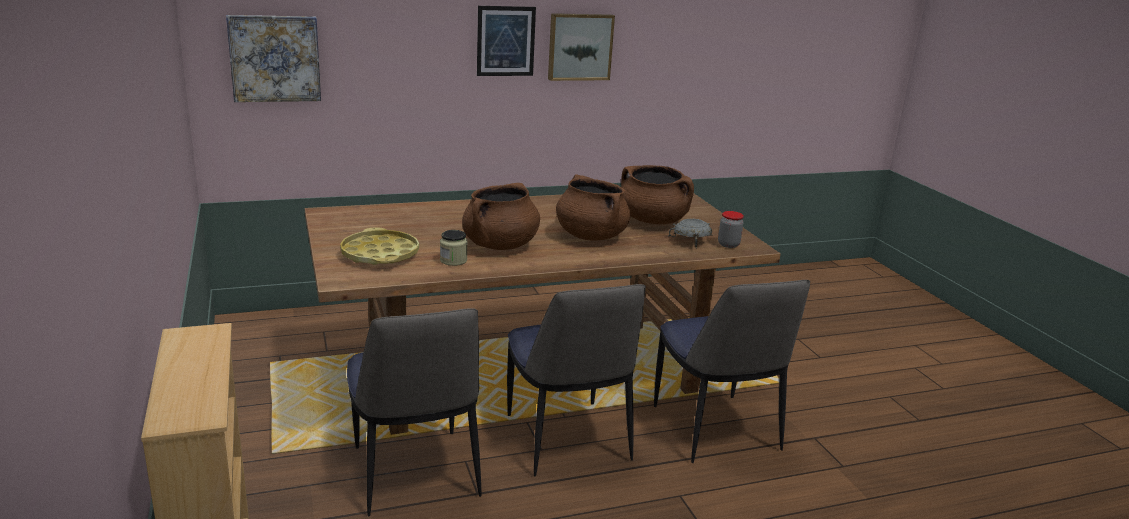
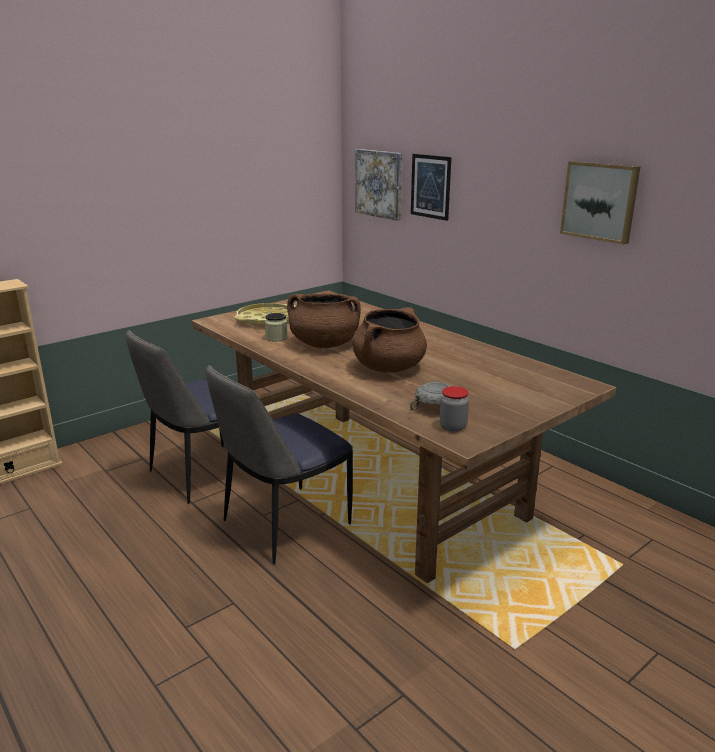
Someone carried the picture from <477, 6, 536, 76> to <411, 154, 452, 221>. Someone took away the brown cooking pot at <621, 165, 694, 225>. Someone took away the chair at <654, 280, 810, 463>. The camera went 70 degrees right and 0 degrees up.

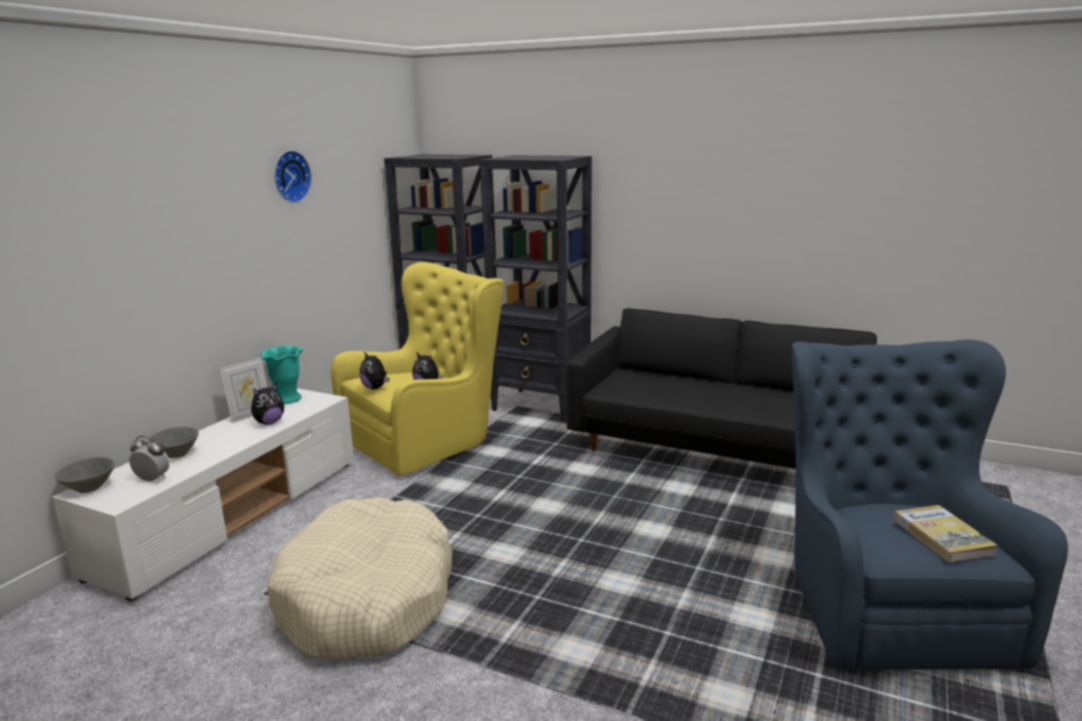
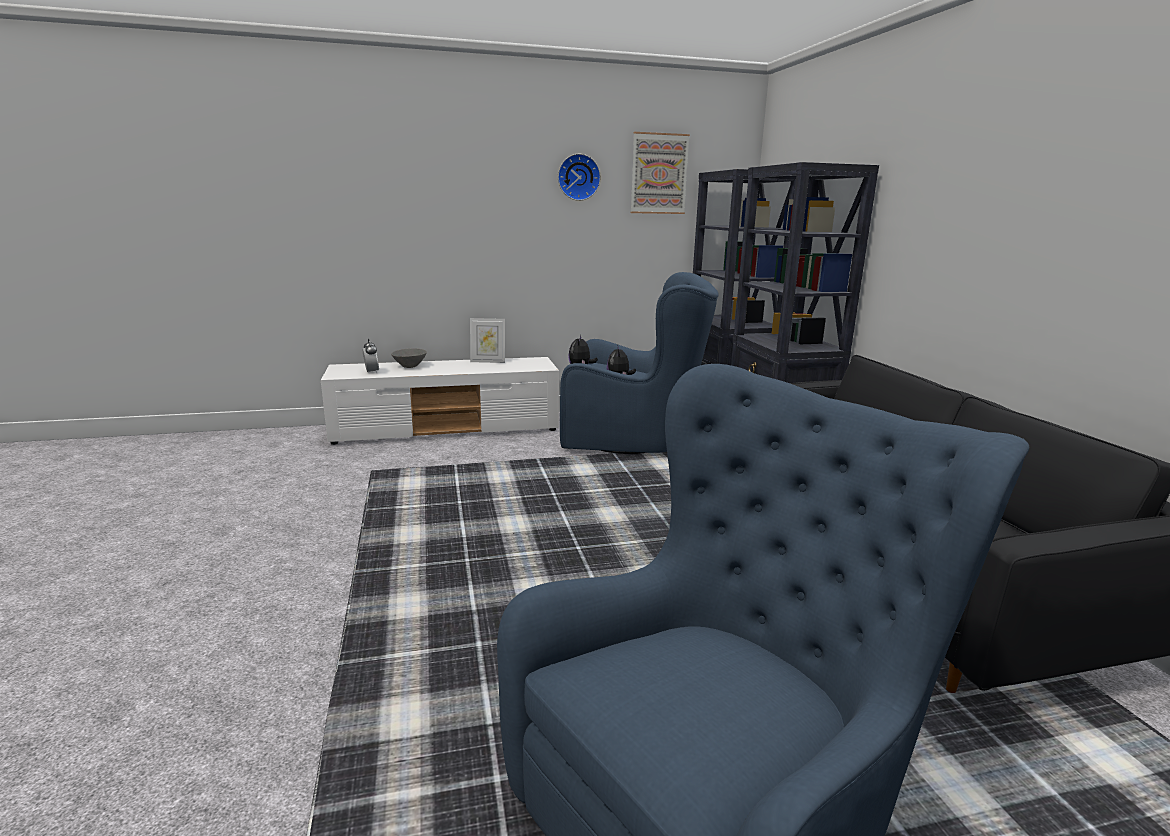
Someone took away the grey bowl at <55, 457, 115, 493>. Someone took away the plush toy at <251, 383, 284, 425>. Someone took away the turquoise vase at <261, 345, 303, 404>. Someone took away the beige dog bed at <267, 498, 452, 660>. Someone repainted the yellow armchair at <331, 262, 504, 476>, which became the blue armchair at <560, 272, 719, 454>. Someone took away the book at <894, 505, 998, 562>. Someone put up the picture at <630, 132, 690, 214>. The camera went 50 degrees right and 0 degrees up.

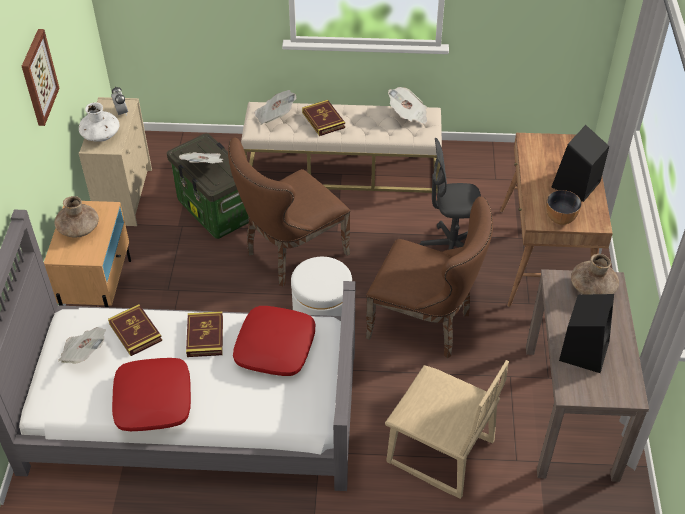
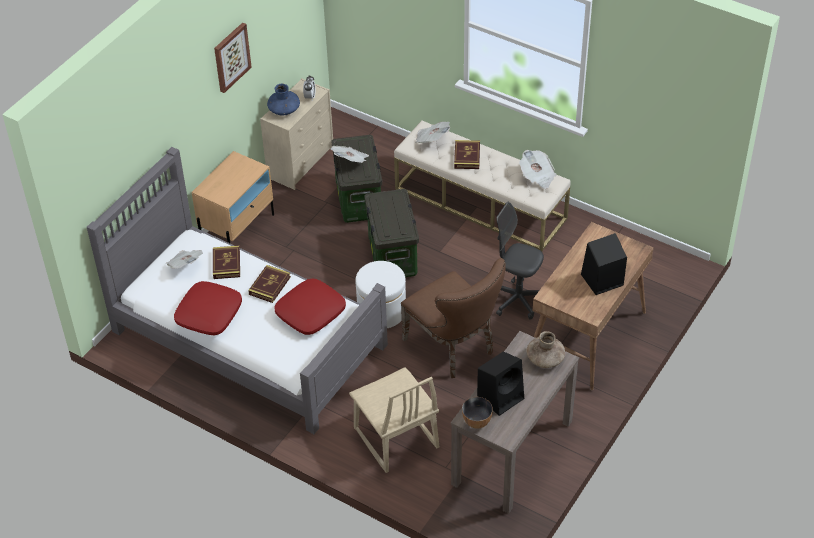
Someone took away the brown vase at <55, 196, 99, 237>. Someone repainted the white vase at <79, 102, 119, 142>, which became the blue vase at <267, 84, 300, 116>. Someone swapped the brown chair at <228, 137, 350, 287> for the storage box at <364, 189, 419, 277>. Someone carried the bowl from <547, 190, 582, 225> to <462, 397, 493, 429>. The camera went 30 degrees right and 0 degrees up.

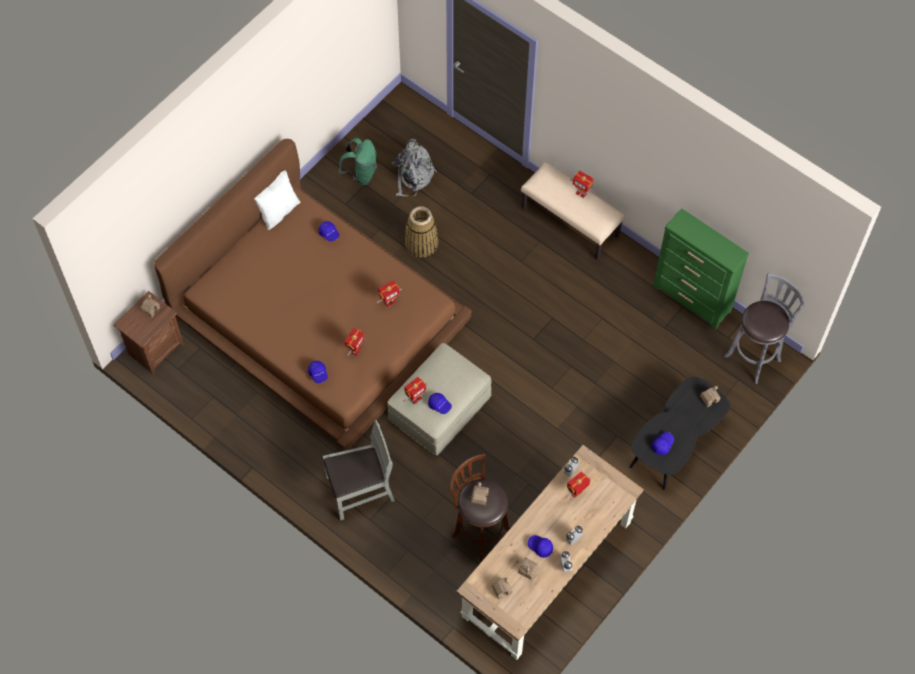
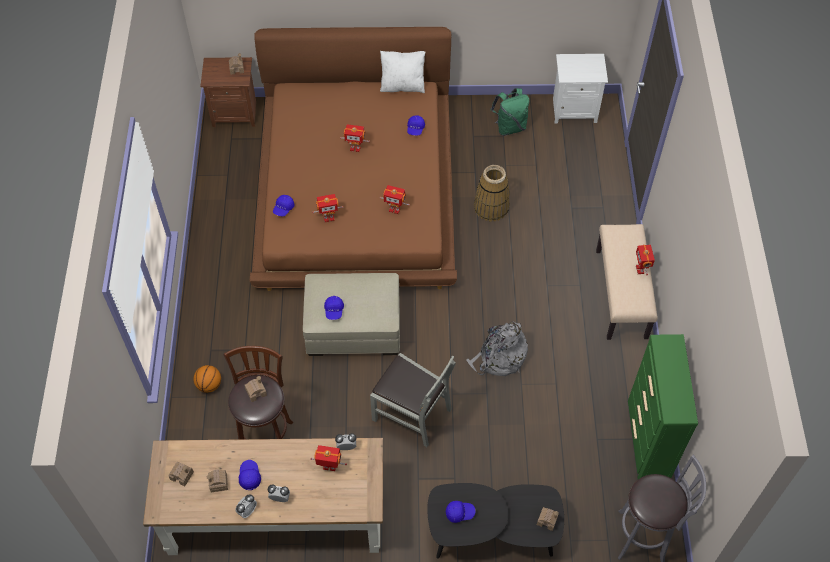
Someone carried the grey chair from <323, 420, 395, 521> to <370, 353, 456, 447>. Someone carried the grey backpack from <392, 139, 437, 196> to <466, 321, 528, 376>. Someone carried the toy robot from <403, 377, 427, 404> to <340, 124, 370, 152>. Someone put down the basketball at <193, 365, 221, 393>. Someone put down the white nightstand at <553, 54, 608, 123>. The camera went 50 degrees right and 5 degrees down.

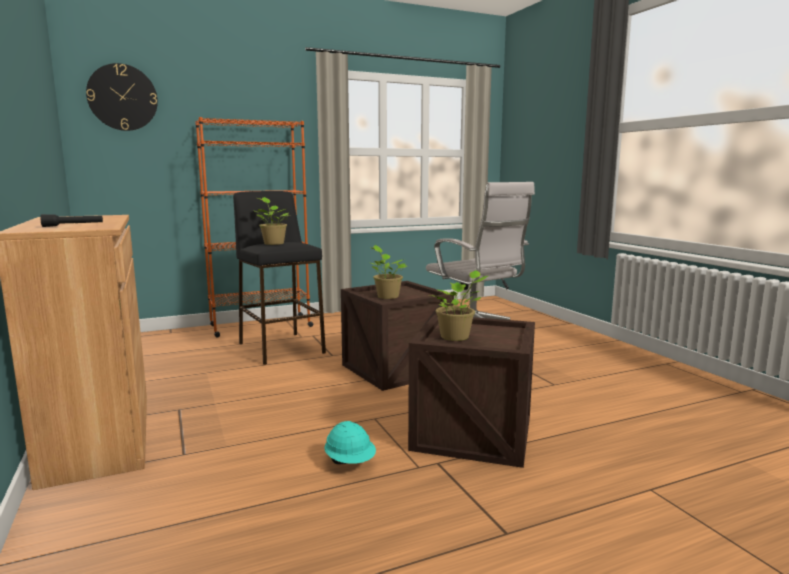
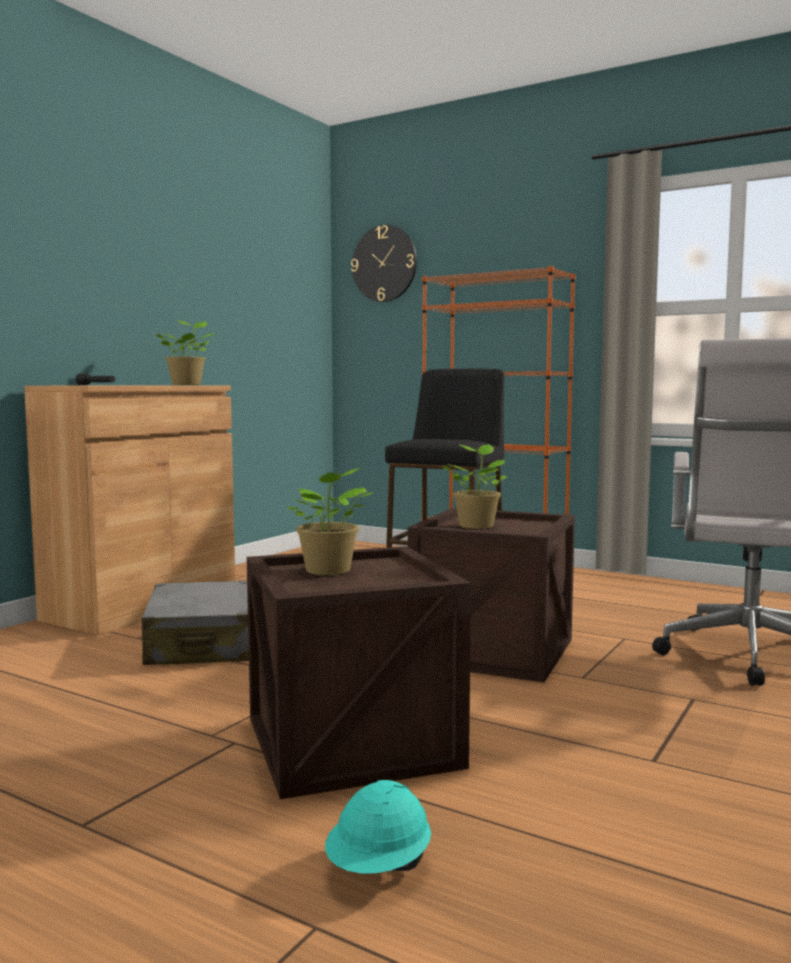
Someone carried the potted plant from <255, 197, 290, 245> to <156, 320, 214, 385>. Someone carried the turquoise hard hat from <324, 421, 376, 464> to <325, 780, 431, 873>. Someone put down the grey suitcase at <142, 581, 249, 665>. The camera went 55 degrees right and 5 degrees down.

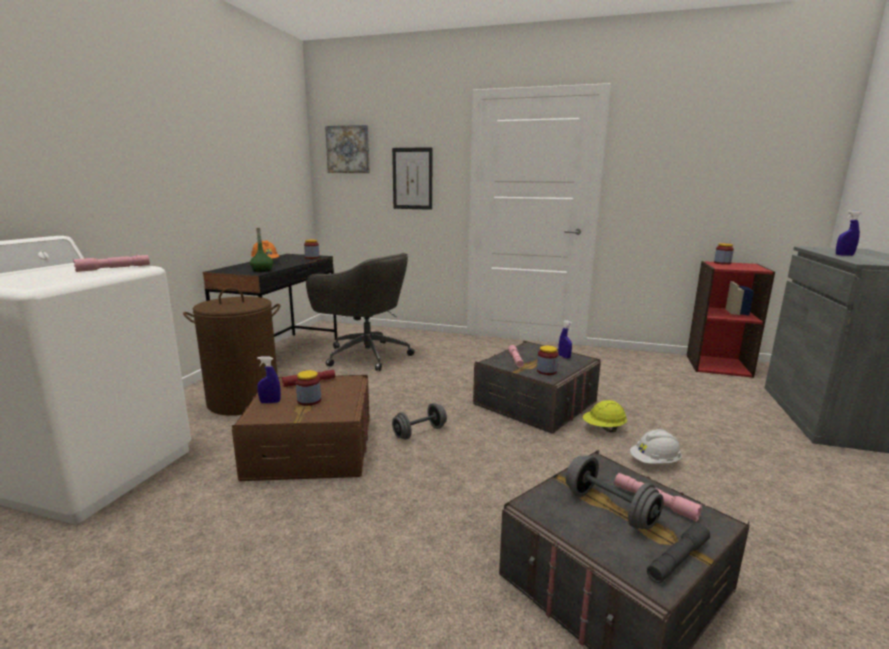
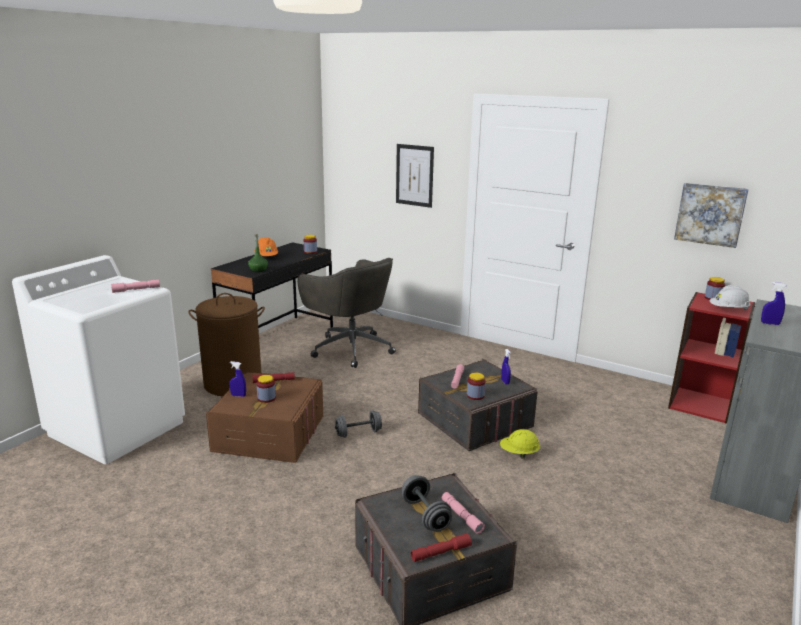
Someone carried the picture from <325, 125, 370, 173> to <674, 183, 749, 248>. Someone carried the white hard hat from <630, 429, 682, 464> to <710, 285, 750, 310>. Someone repainted the grey flashlight at <647, 522, 710, 583>, which became the red flashlight at <411, 533, 472, 562>. The camera went 15 degrees right and 5 degrees up.

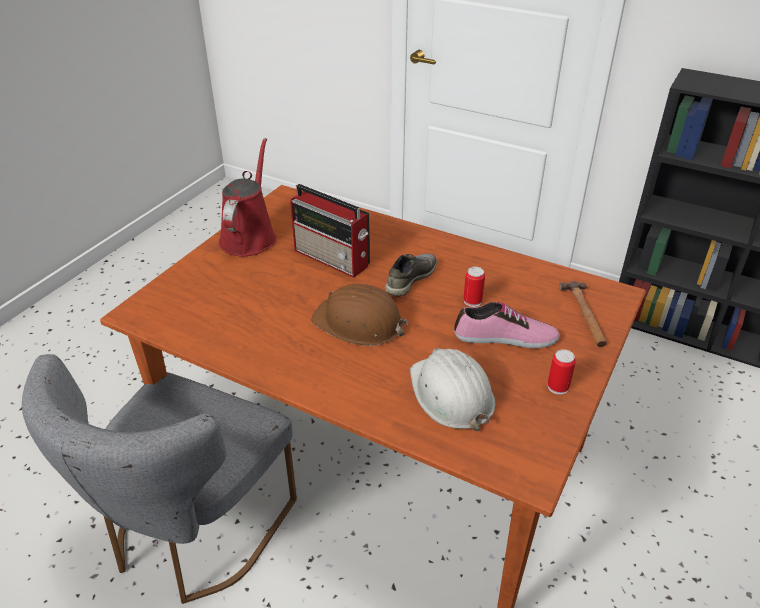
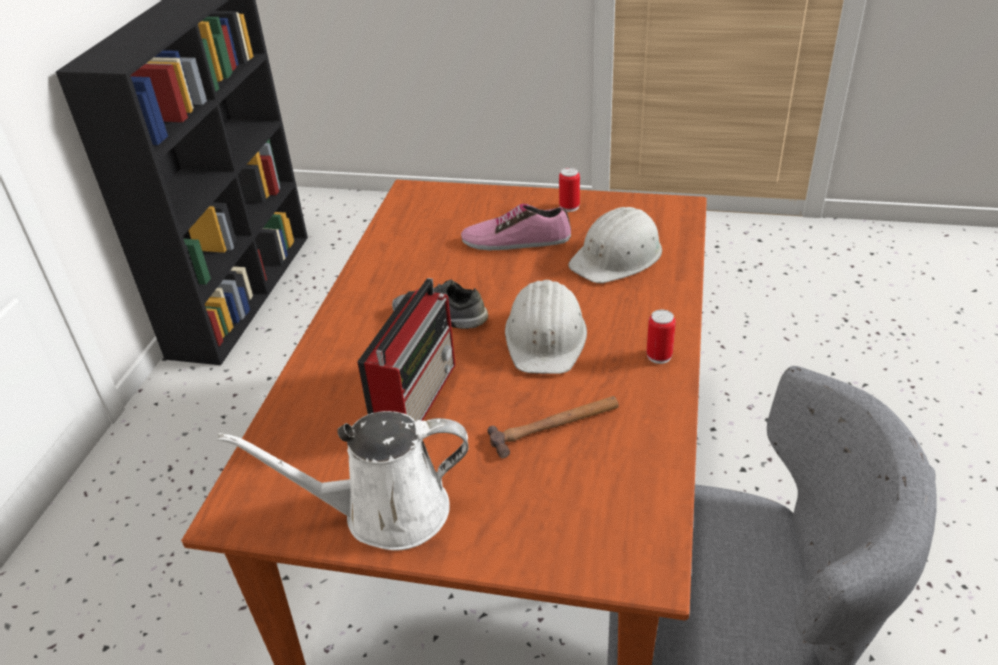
Someone repainted the red watering can at <219, 138, 277, 256>, which became the white watering can at <217, 411, 468, 550>. Someone repainted the brown hard hat at <311, 284, 409, 346>, which became the white hard hat at <505, 280, 587, 374>. Someone rotated the shoe at <454, 302, 560, 348> by 75 degrees counterclockwise. Someone carried the can from <463, 267, 485, 307> to <647, 309, 676, 364>. Someone carried the hammer from <559, 281, 607, 347> to <487, 396, 619, 458>. The camera went 105 degrees left and 0 degrees up.

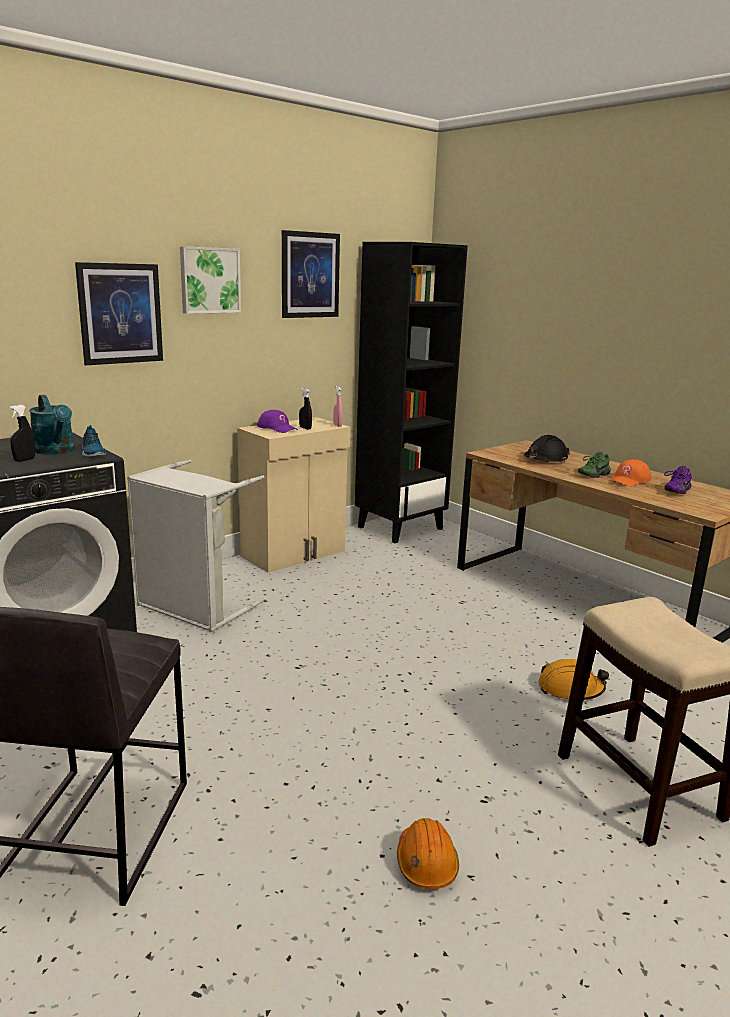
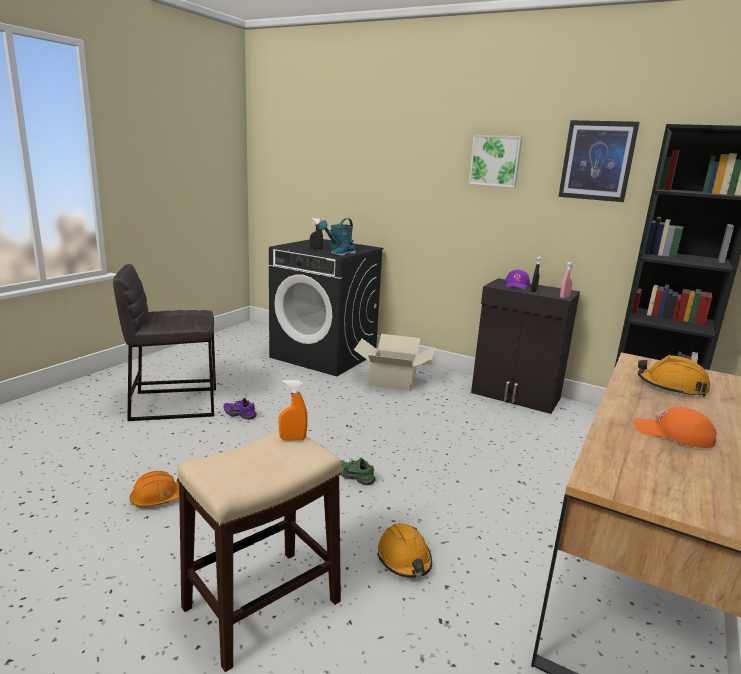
Someone took away the picture at <75, 262, 163, 365>. Someone swapped the grey laundry basket at <127, 460, 266, 632> for the cardboard box at <354, 334, 435, 391>. Someone repainted the beige cabinet at <237, 417, 351, 573>, which became the black cabinet at <471, 278, 580, 414>. Someone repainted the black hard hat at <524, 435, 570, 462>, which became the orange hard hat at <638, 355, 710, 396>. Someone carried the green shoe from <578, 452, 611, 478> to <340, 457, 376, 485>. Someone carried the purple shoe from <664, 466, 692, 494> to <223, 398, 257, 420>. Someone put down the orange spray bottle at <279, 380, 308, 440>. The camera went 70 degrees right and 0 degrees up.

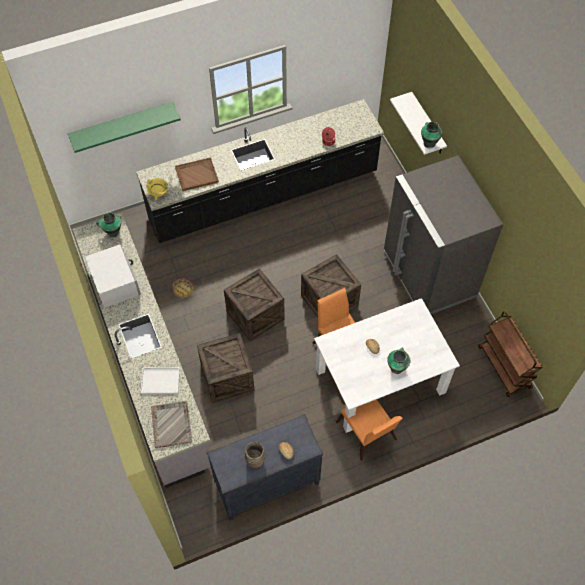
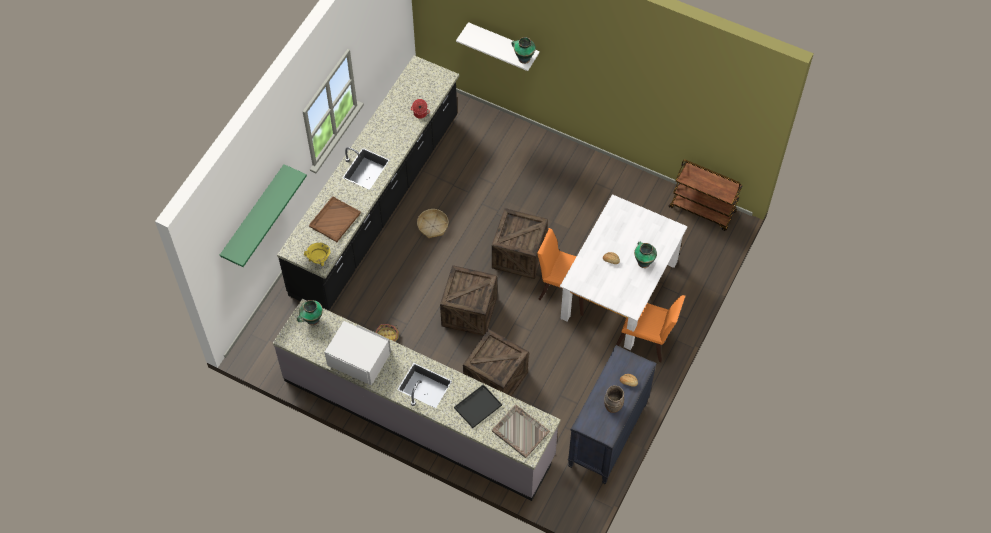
Someone repainted the white tray at <141, 367, 180, 394>, which became the black tray at <454, 384, 502, 428>. Someone took away the grey fridge at <384, 155, 503, 314>. Someone put down the basket at <417, 209, 448, 238>. The camera went 40 degrees left and 0 degrees up.

